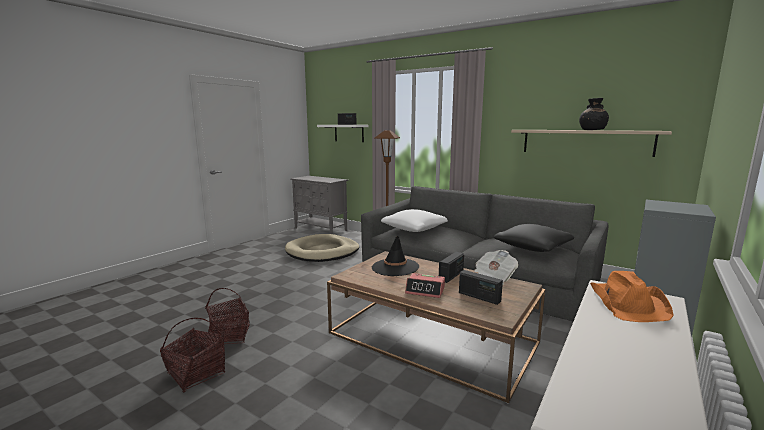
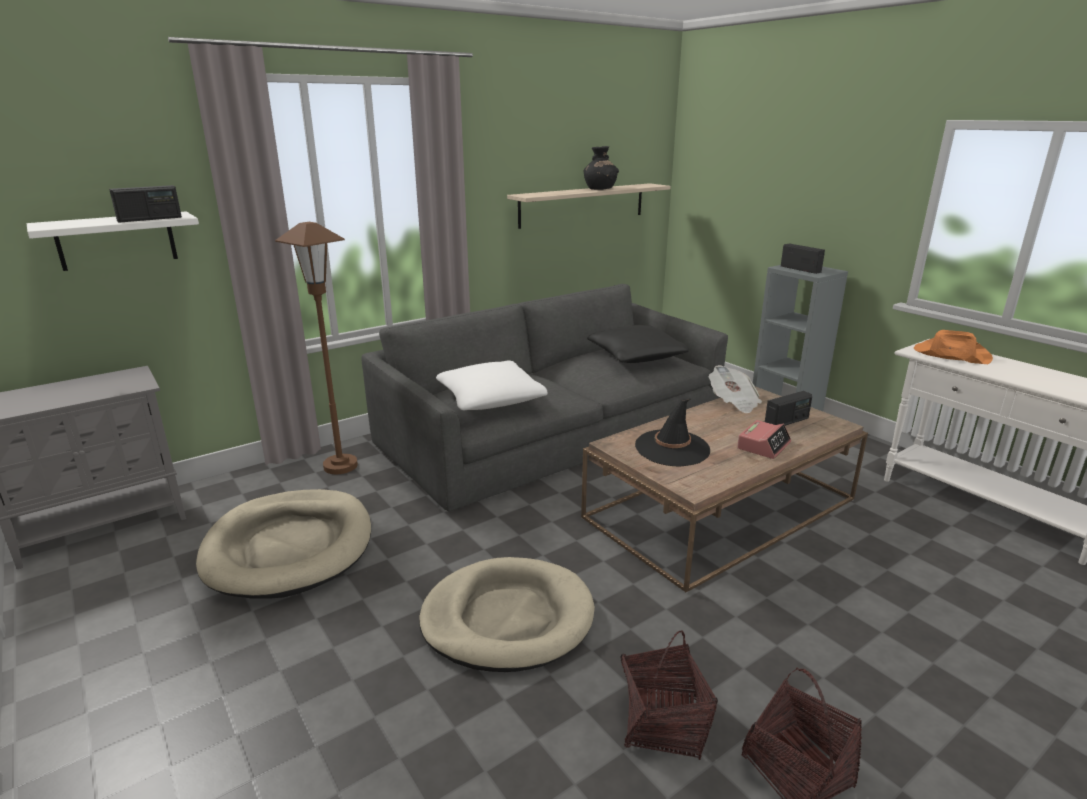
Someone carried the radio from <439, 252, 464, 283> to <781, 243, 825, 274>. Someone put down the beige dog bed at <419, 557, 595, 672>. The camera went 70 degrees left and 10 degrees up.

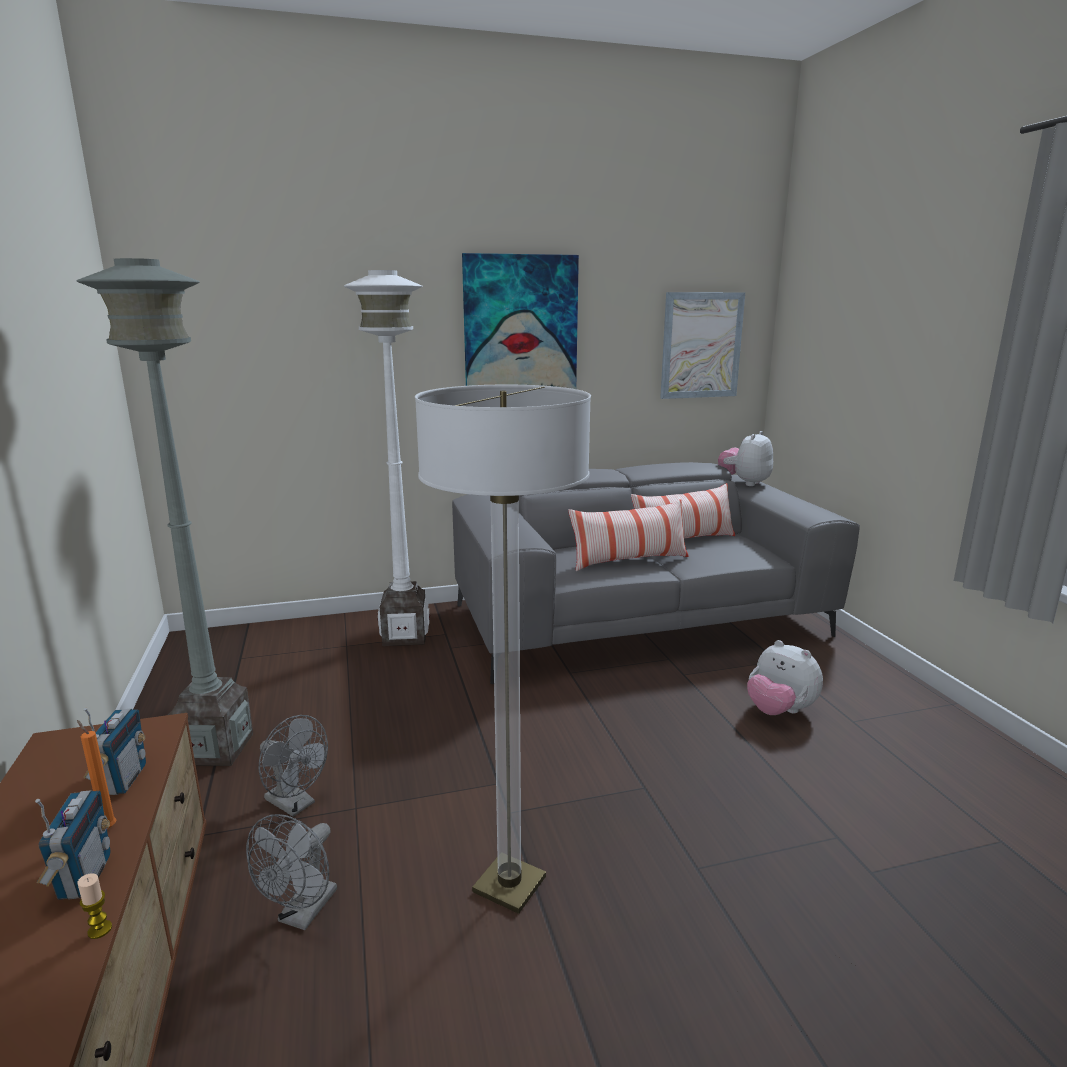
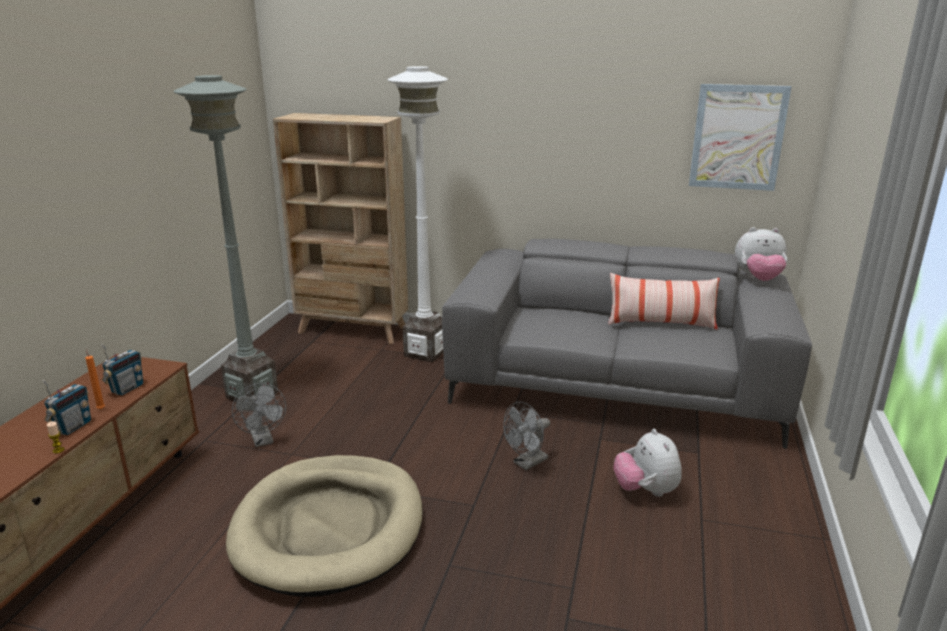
Someone carried the grey fan from <246, 814, 337, 930> to <503, 401, 550, 470>. Someone swapped the floor lamp at <415, 385, 591, 914> for the beige dog bed at <226, 455, 423, 597>. Someone took away the picture at <462, 253, 579, 389>. Someone took away the pillow at <568, 499, 689, 571>. Someone rotated the plush toy at <718, 431, 773, 486> by 150 degrees counterclockwise. Someone put down the beige bookcase at <273, 113, 408, 344>. The camera went 30 degrees right and 5 degrees up.

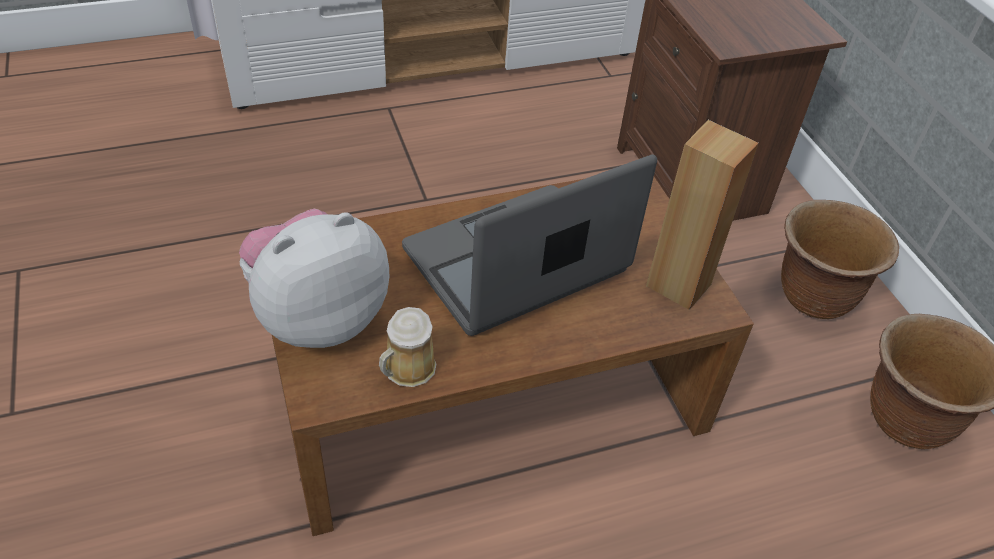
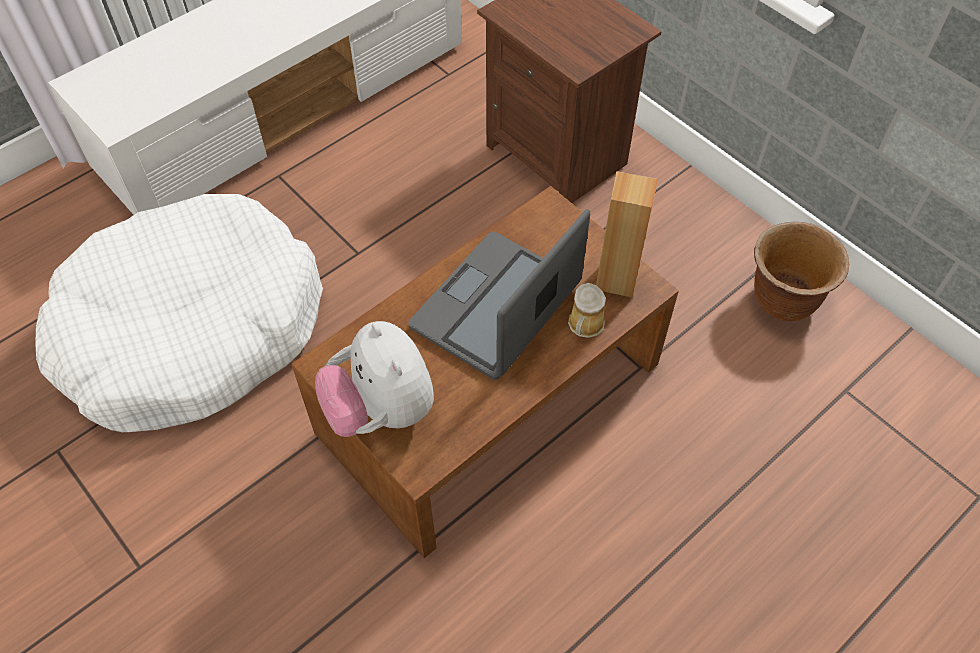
Someone rotated the plush toy at <239, 209, 389, 348> by 60 degrees counterclockwise. Someone carried the mug from <379, 307, 437, 387> to <568, 283, 606, 338>. Someone took away the brown planter at <781, 200, 899, 319>. Someone put down the white dog bed at <35, 194, 323, 432>. The camera went 20 degrees left and 10 degrees up.

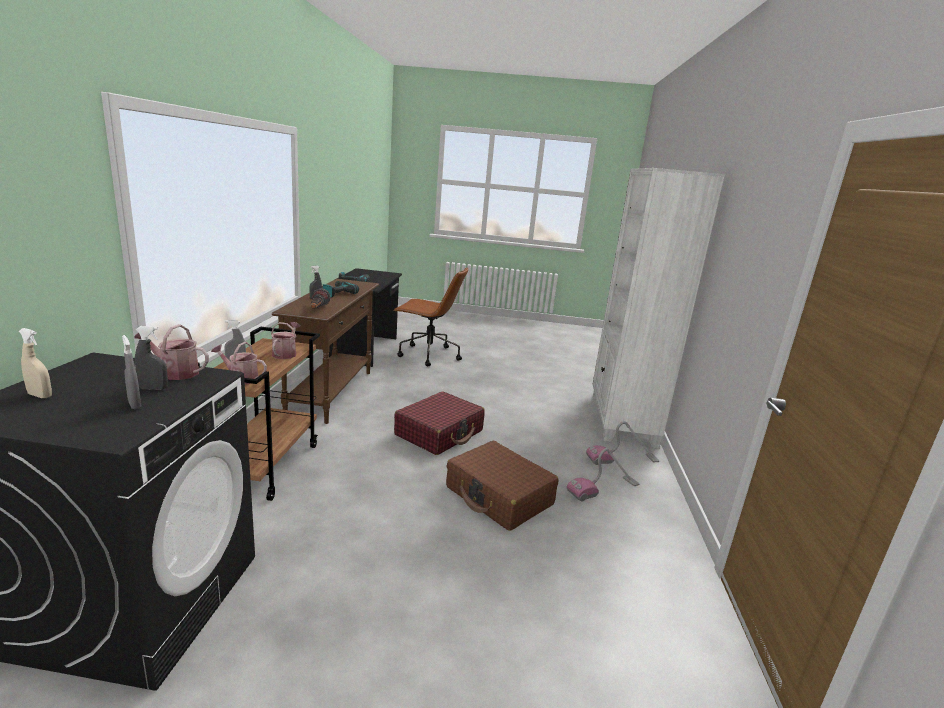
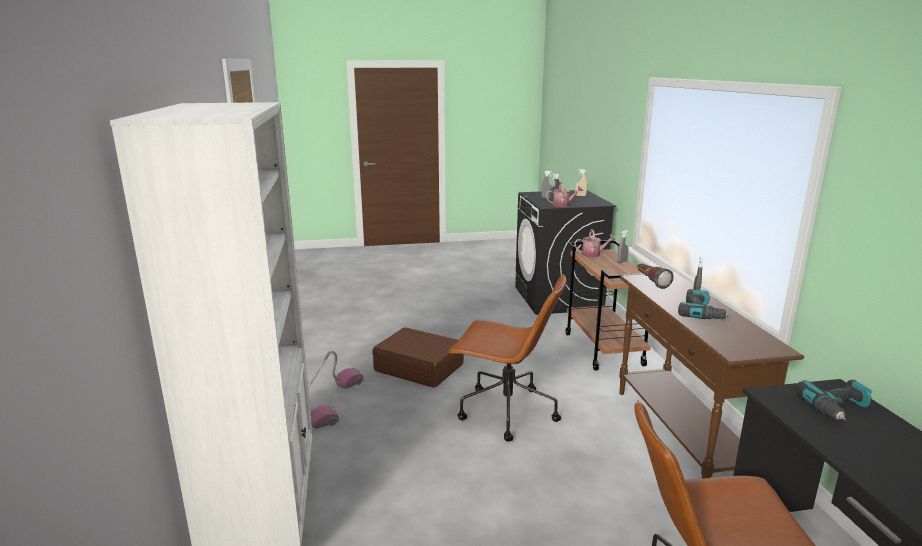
Someone took away the watering can at <271, 322, 301, 359>. Someone swapped the red suitcase at <394, 391, 485, 455> for the brown office chair at <448, 275, 567, 442>. The camera went 165 degrees right and 0 degrees up.

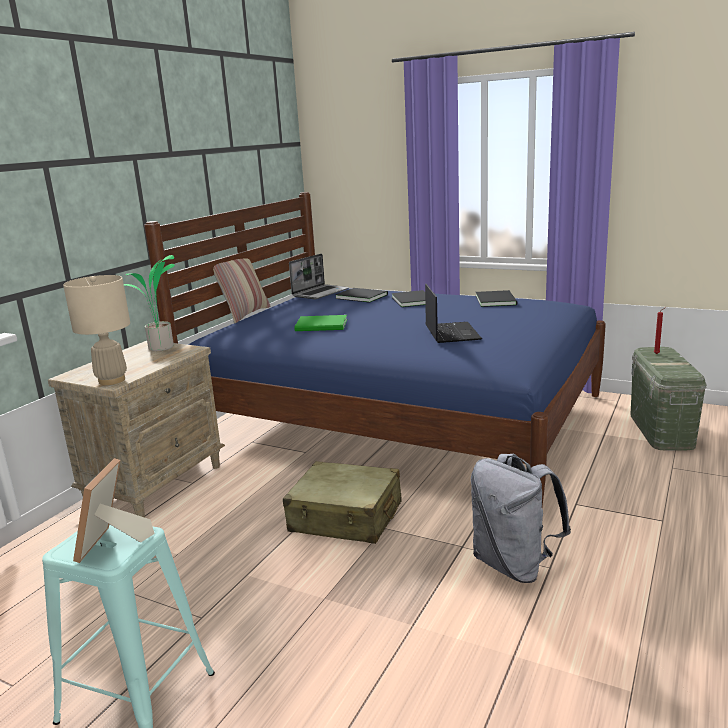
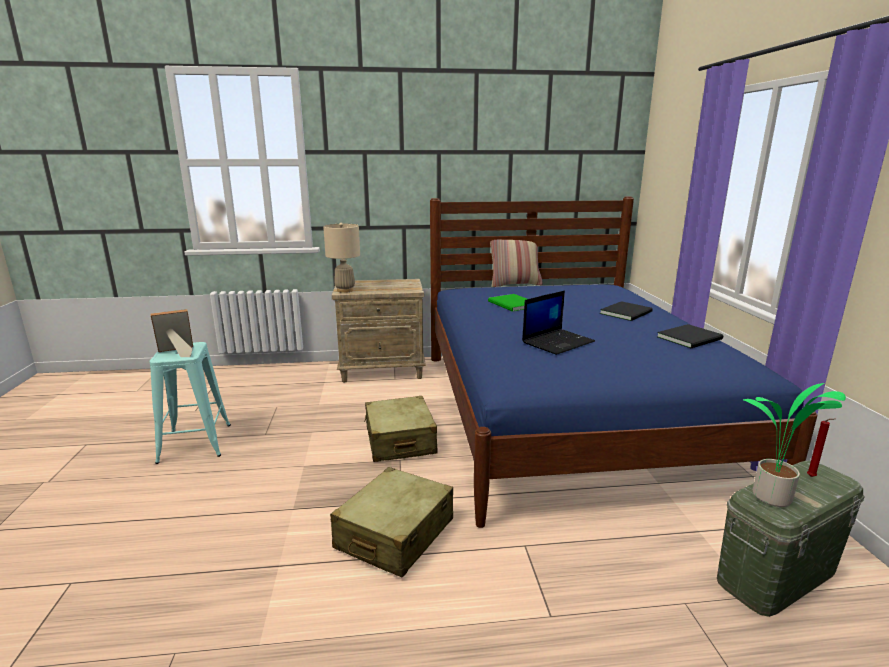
Someone carried the potted plant from <124, 255, 175, 351> to <743, 383, 846, 507>. Someone took away the laptop at <289, 254, 349, 299>. Someone took away the black book at <335, 288, 388, 303>. Someone swapped the grey backpack at <471, 454, 571, 583> for the beige suitcase at <330, 467, 453, 578>. The camera went 55 degrees right and 0 degrees up.

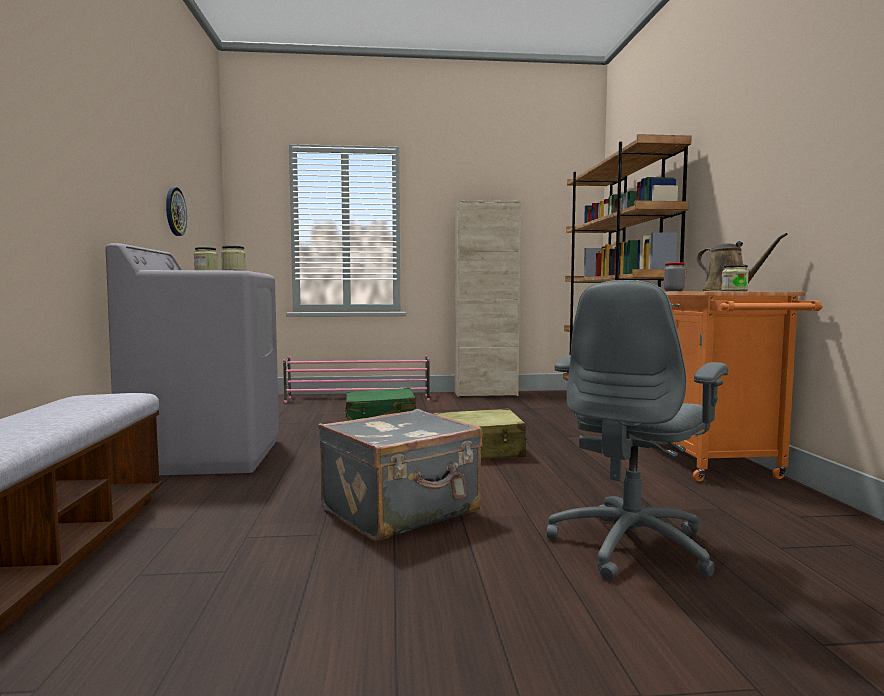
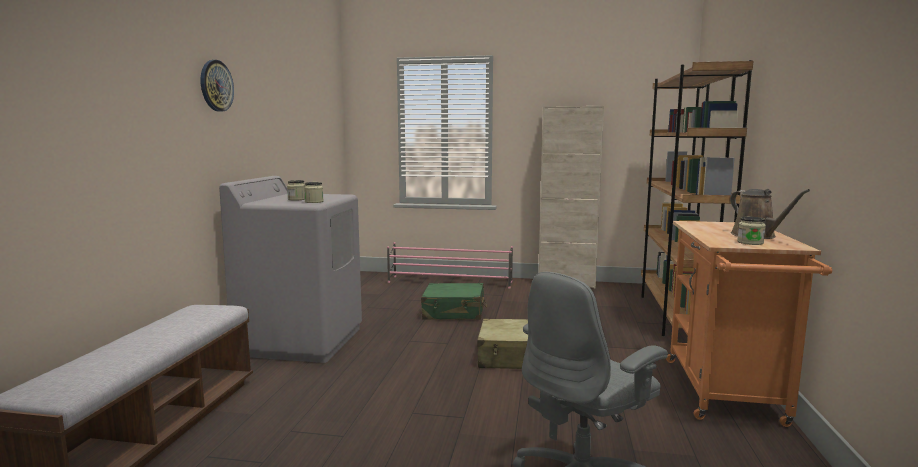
Someone carried the wall clock from <166, 187, 187, 236> to <200, 60, 234, 112>. Someone took away the grey suitcase at <318, 409, 482, 541>. Someone took away the jar at <664, 262, 685, 291>. The camera went 15 degrees right and 5 degrees up.

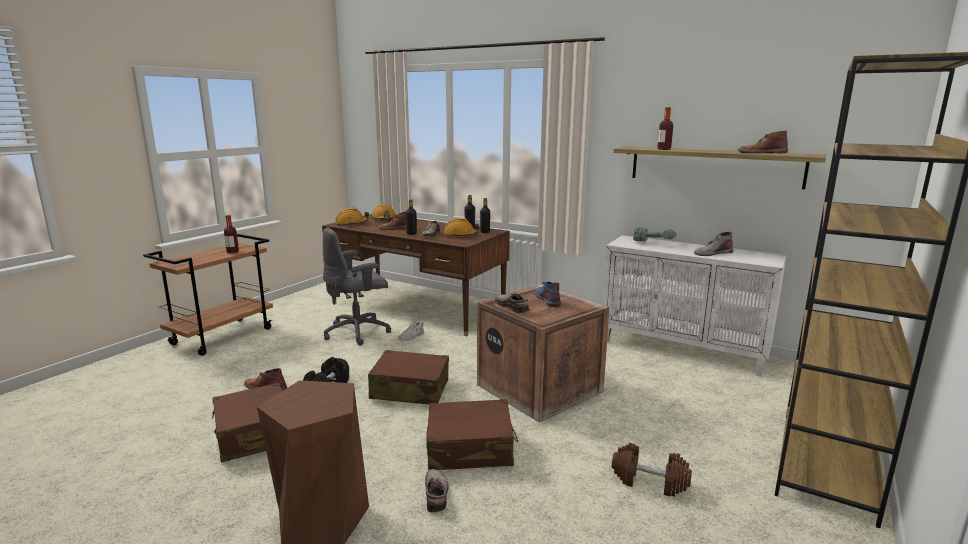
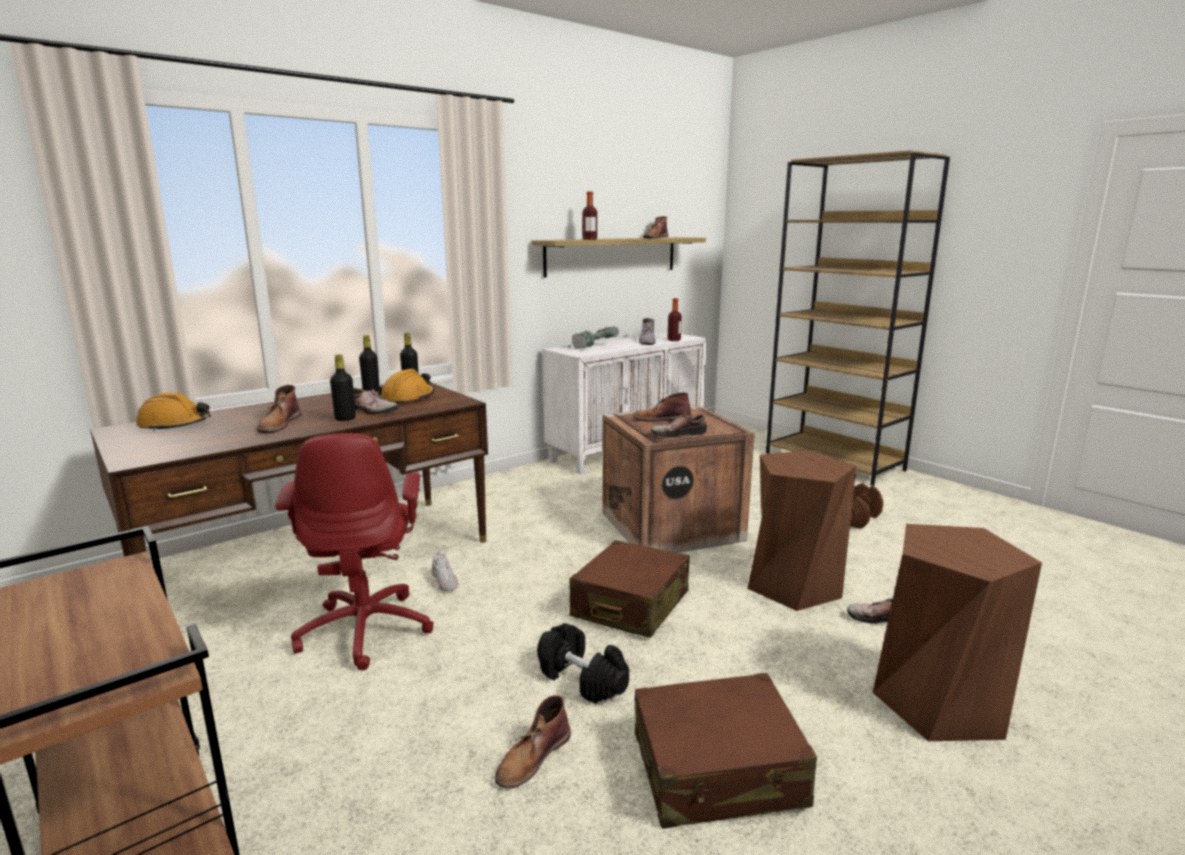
Someone carried the bottle from <224, 215, 239, 254> to <668, 298, 682, 341>. Someone repainted the grey office chair at <323, 227, 391, 345>, which became the red office chair at <275, 433, 434, 670>. Someone took away the orange hard hat at <335, 208, 369, 225>. Someone swapped the brown suitcase at <426, 399, 518, 470> for the brown stool at <747, 450, 856, 611>. Someone repainted the blue boot at <535, 282, 561, 307>, which became the brown boot at <632, 392, 692, 422>. The camera went 70 degrees left and 0 degrees up.

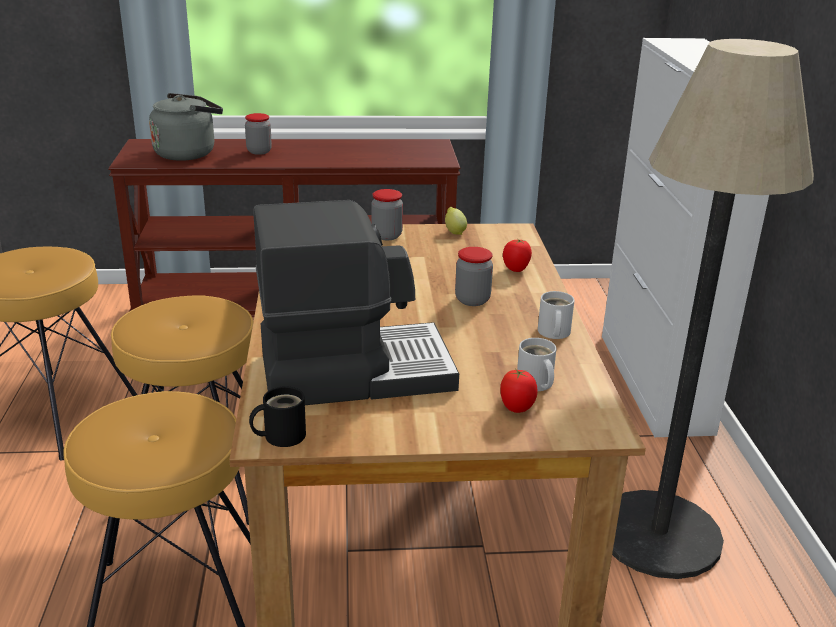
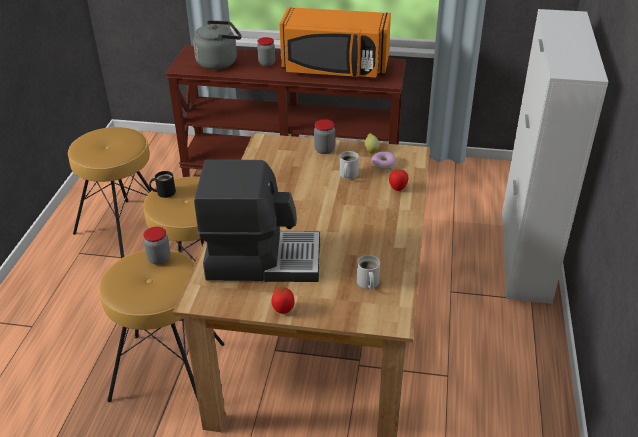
Someone carried the black mug from <249, 386, 306, 447> to <149, 171, 176, 198>. Someone carried the jar from <455, 247, 493, 306> to <143, 227, 171, 265>. Someone carried the tomato from <500, 369, 538, 413> to <271, 287, 294, 314>. Someone carried the white mug from <538, 291, 574, 339> to <340, 151, 359, 179>. Someone took away the floor lamp at <612, 39, 814, 579>. Someone put down the orange microwave at <279, 7, 391, 78>. Someone put down the donut at <371, 151, 397, 169>. The camera went 15 degrees right and 10 degrees up.

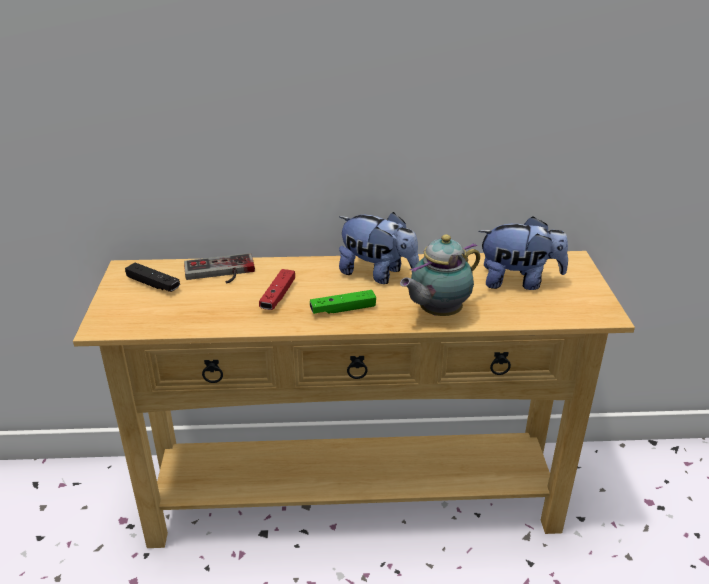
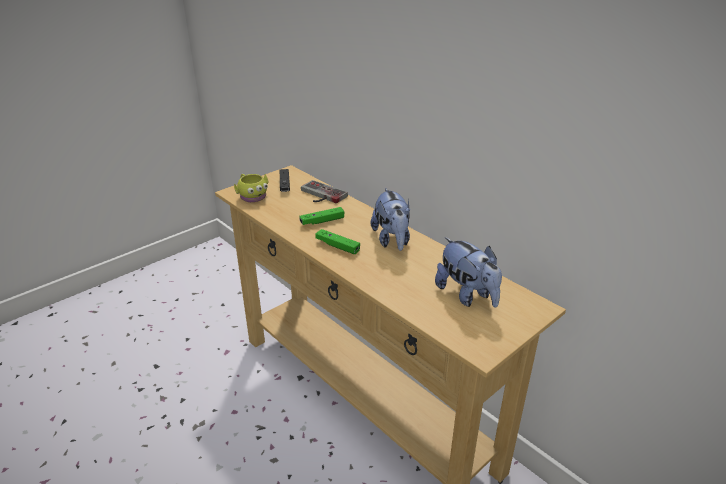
Someone repainted the red game controller at <259, 269, 295, 310>, which became the green game controller at <299, 207, 345, 225>. Someone took away the teapot at <400, 234, 480, 316>. Someone put down the yellow mug at <234, 174, 269, 202>. The camera went 50 degrees right and 0 degrees up.

